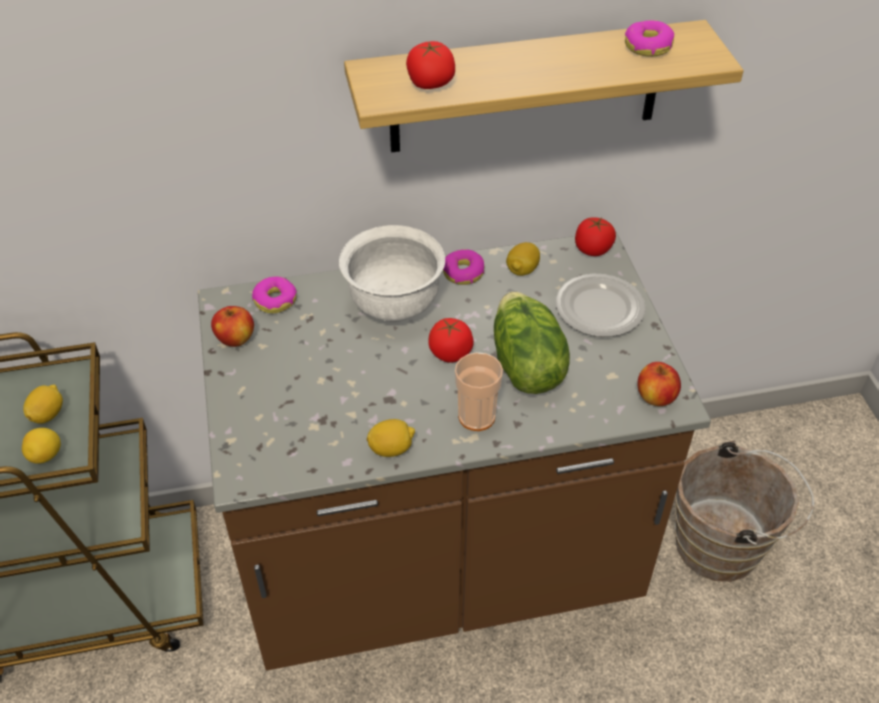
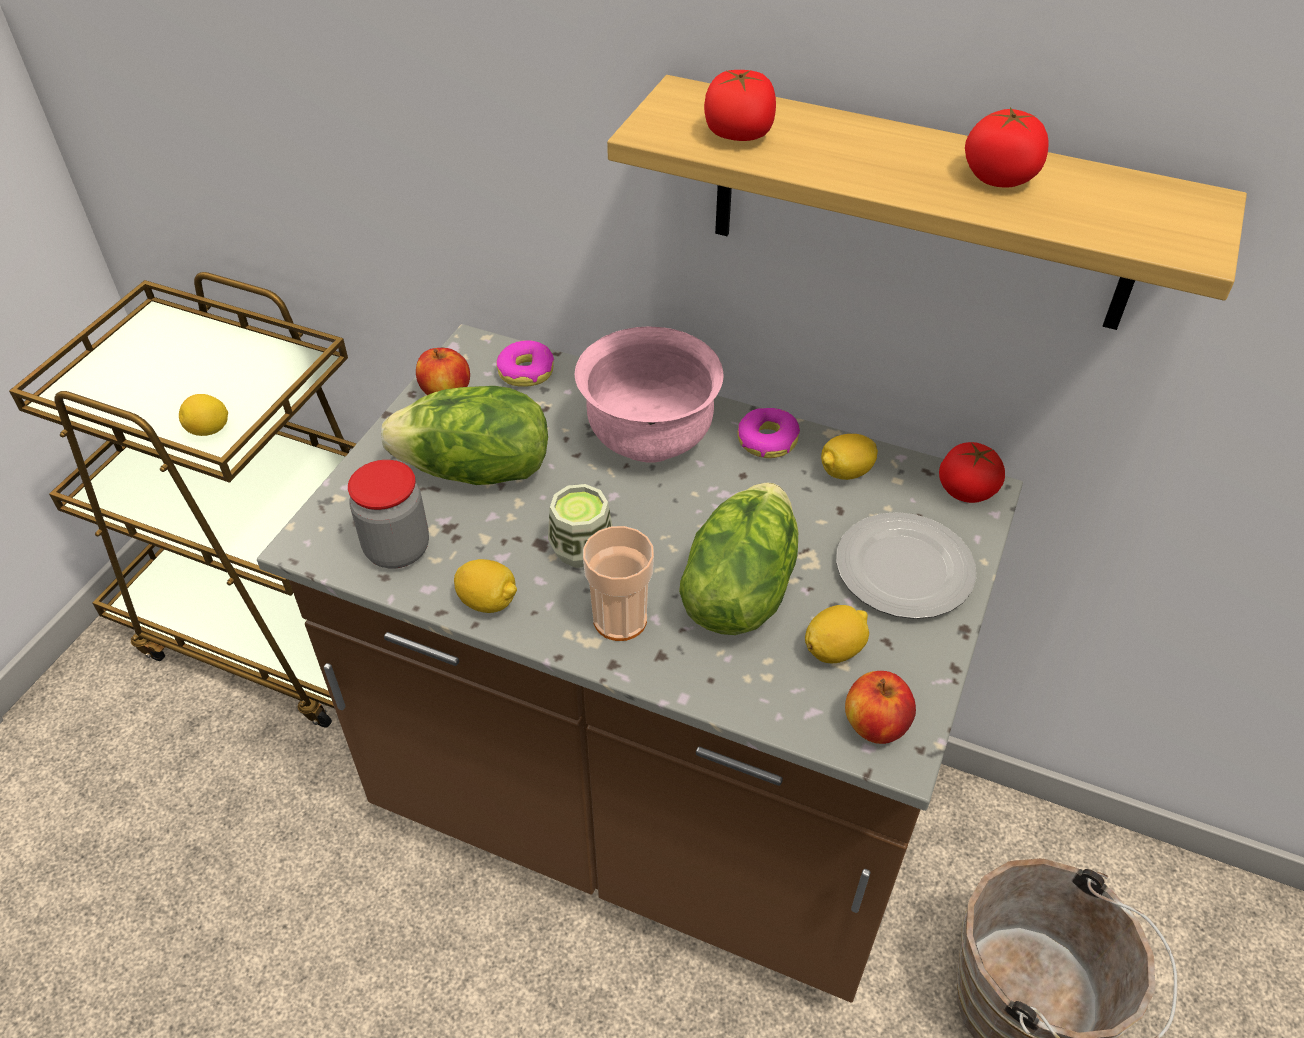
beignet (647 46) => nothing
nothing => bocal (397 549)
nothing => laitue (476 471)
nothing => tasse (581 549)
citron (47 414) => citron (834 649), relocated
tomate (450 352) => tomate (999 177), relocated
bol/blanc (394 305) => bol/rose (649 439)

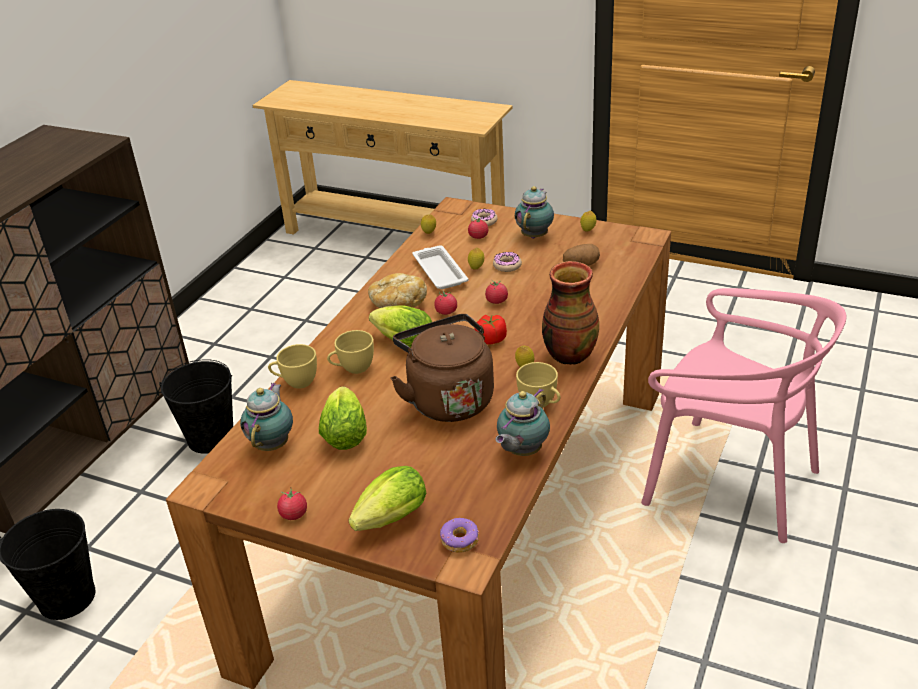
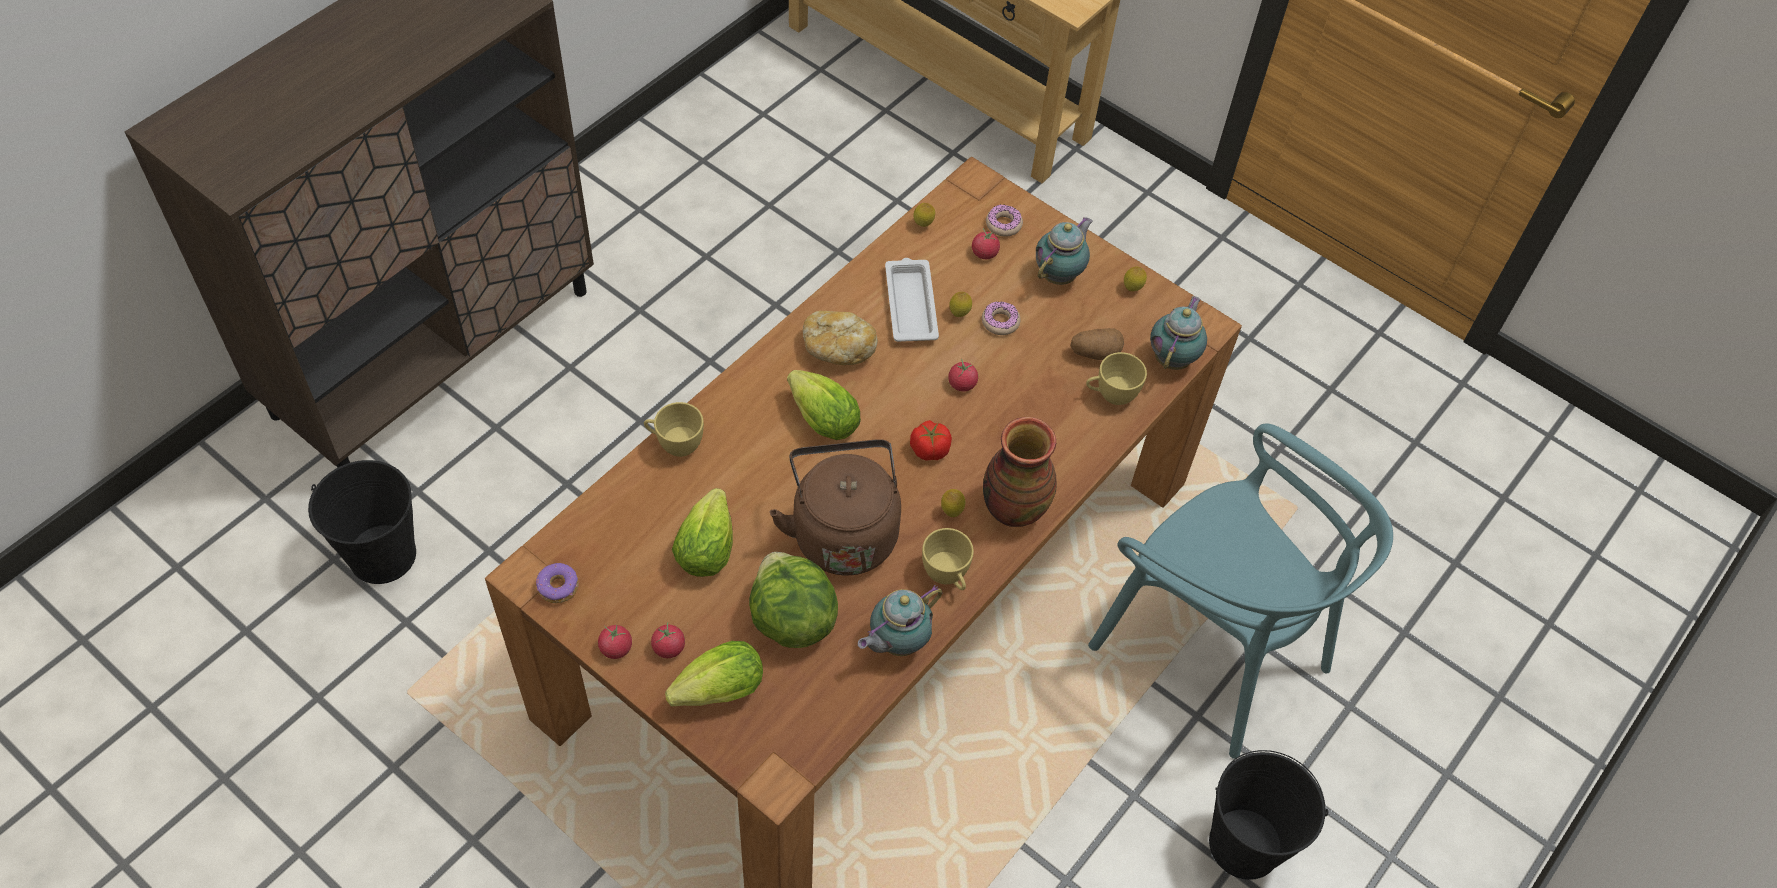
nothing => laitue (791 620)
seau/noir (211 438) => seau/noir (1244 845), relocated
théière (273 443) => théière (1173 358), relocated
tasse/jaune (353 369) => tasse/jaune (1111 395), relocated
tomate (446 312) => tomate (668 647), relocated
beignet (460 540) => beignet (558 587), relocated
chaise/rose (730 482) => chaise/turquoise (1212 649)

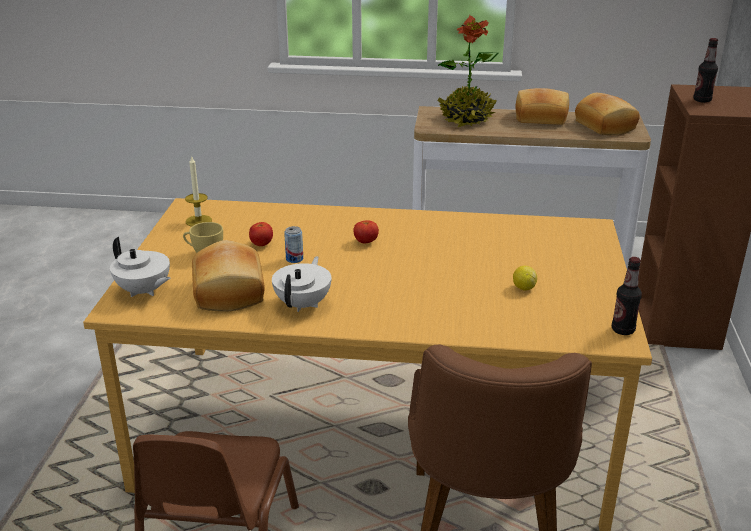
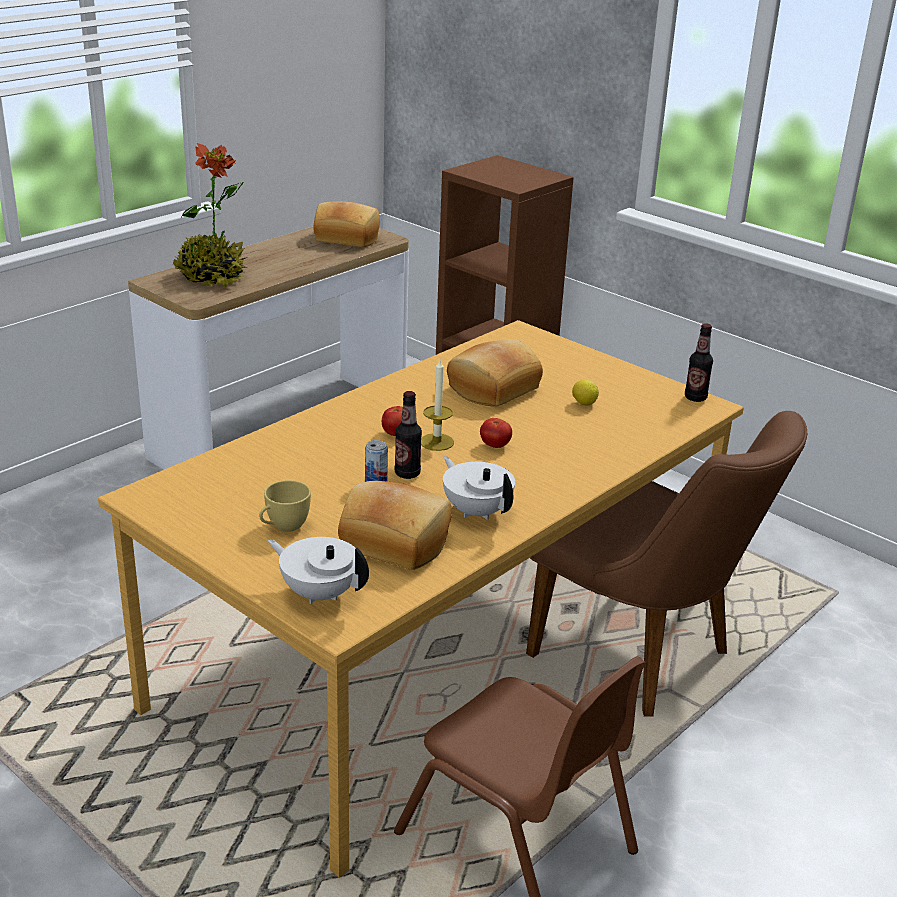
bougie (198 221) => bougie (436 442), relocated
tomate (261 244) => tomate (495 445), relocated
pain (540 118) => pain (492 388), relocated
bouteille (702 100) => bouteille (407 473), relocated
théière/blanc (144 291) => théière/blanc (319 593), 135 degrees counterclockwise

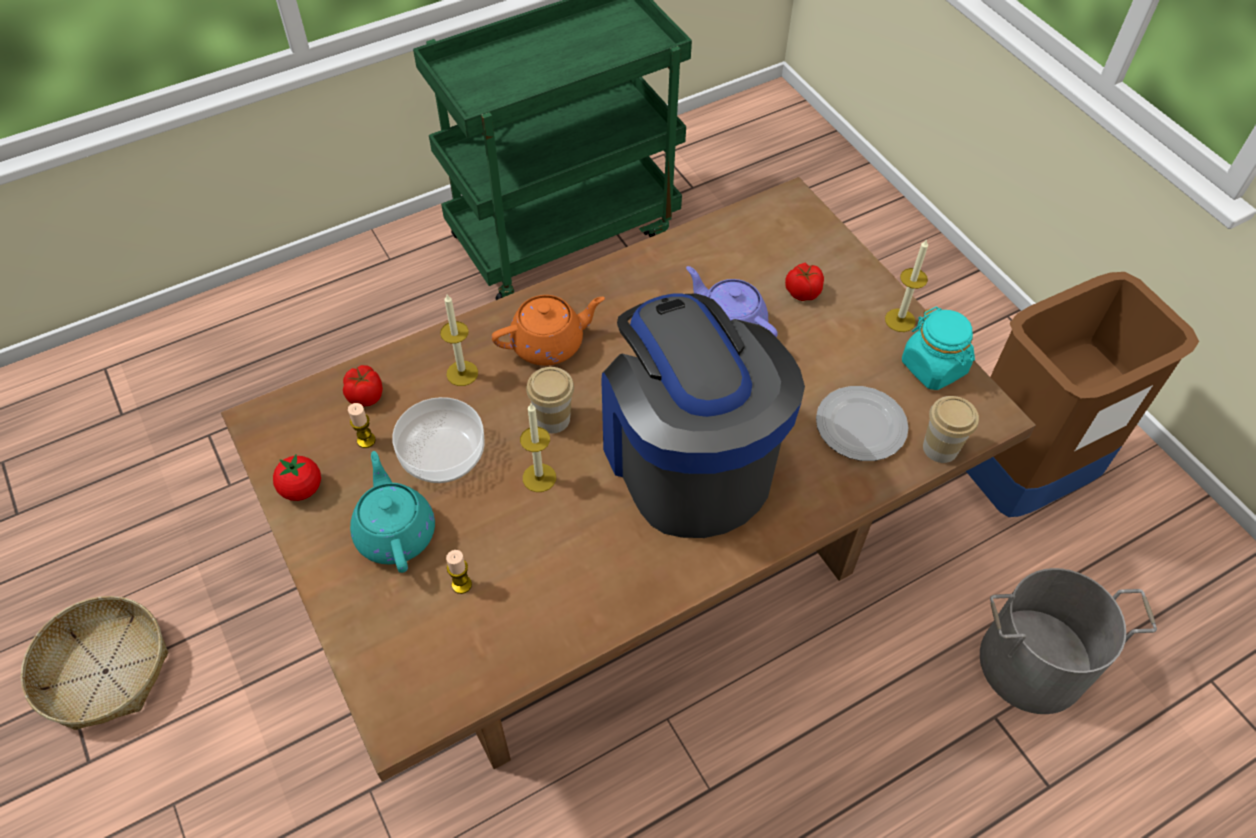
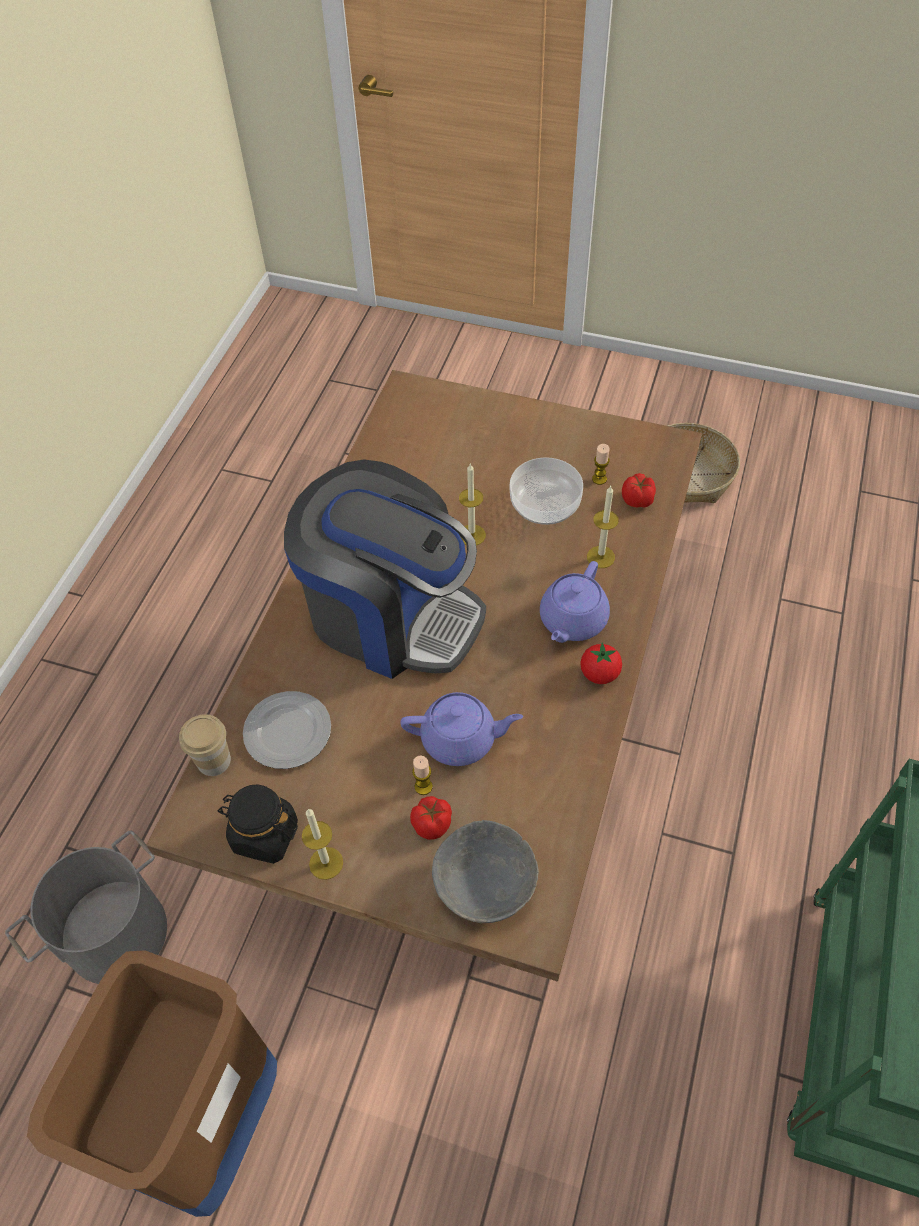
théière/turquoise (395 532) => nothing
tasse (553 419) => nothing
nothing => bol/gris (484 887)
tomate (302 489) => tomate (599 673), relocated
bougie (461 584) => bougie (423 786), relocated
théière/orange (549 344) => théière/violet (572 621)
bocal/turquoise (934 367) => bocal/noir (264 835)

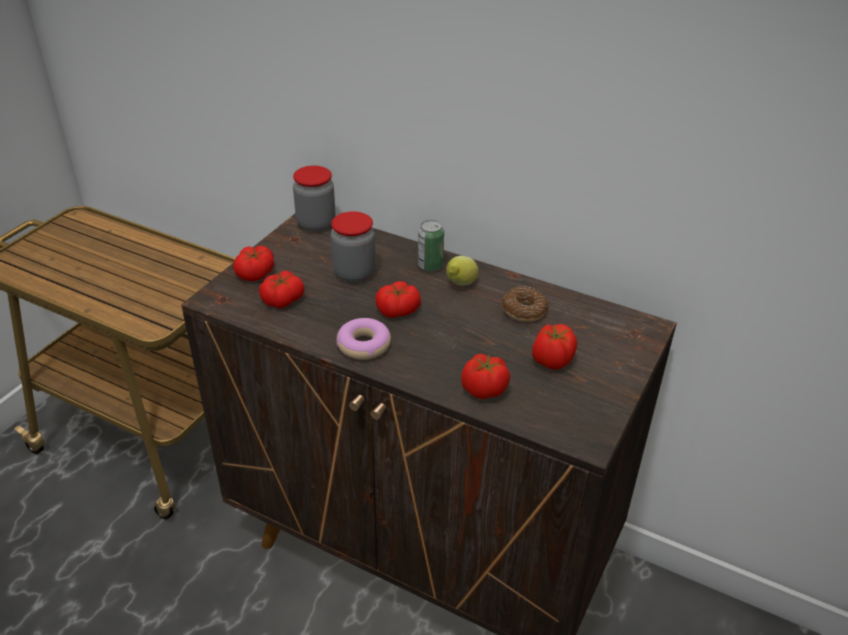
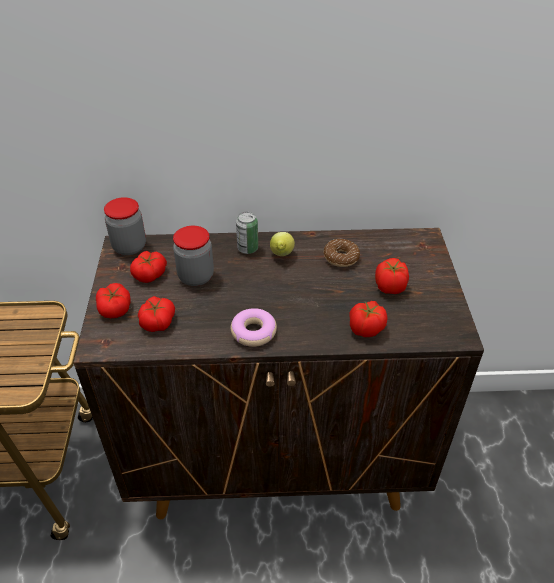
tomate (398 310) => tomate (150 274), relocated

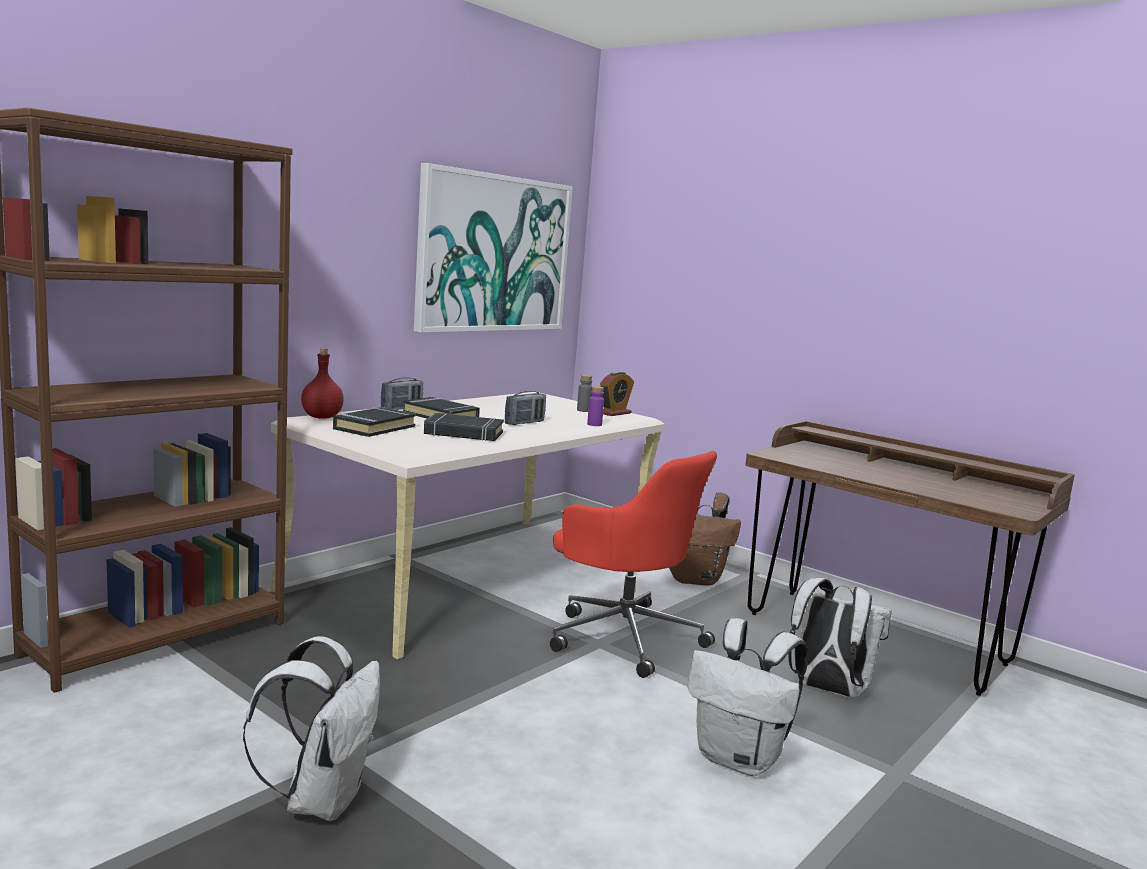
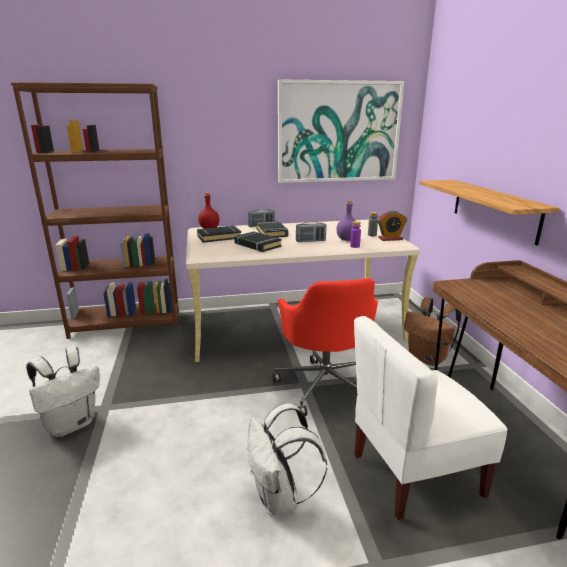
nothing => bouteille/violet (347 239)
nothing => étagère (494 209)
sac à dos/blanc (826 690) => chaise/blanc (414 474)

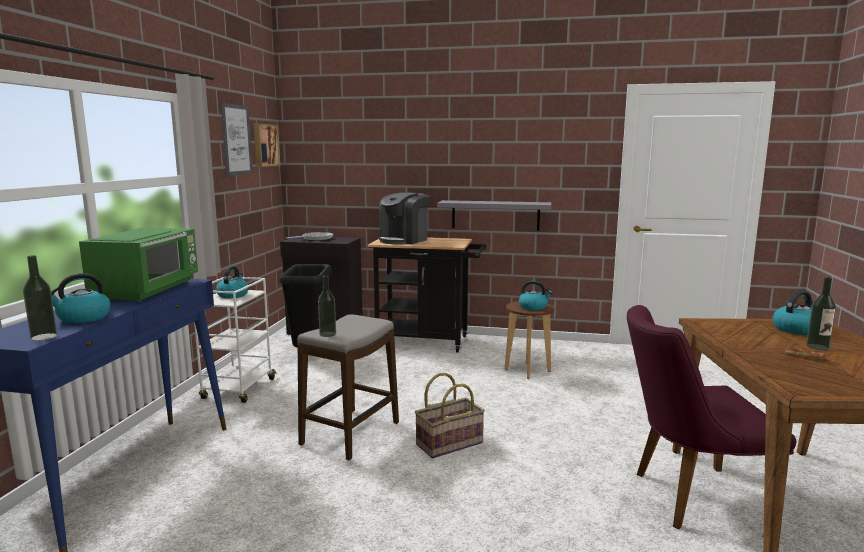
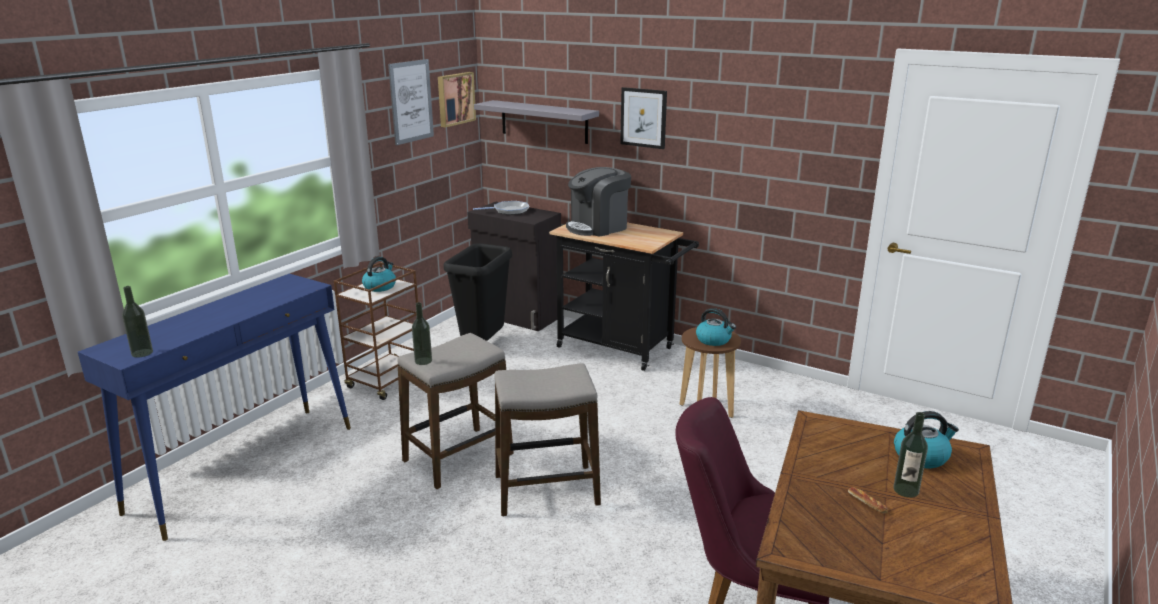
bouilloire (83 318) => nothing
micro-ondes/vert (148 290) => nothing
nothing => tableau (643 118)
étagère/gris (495 215) => étagère/gris (544 121), relocated
panier (449 443) => tabouret (546 490)
chariot/blanc (238 389) => chariot/marron (387 382)

